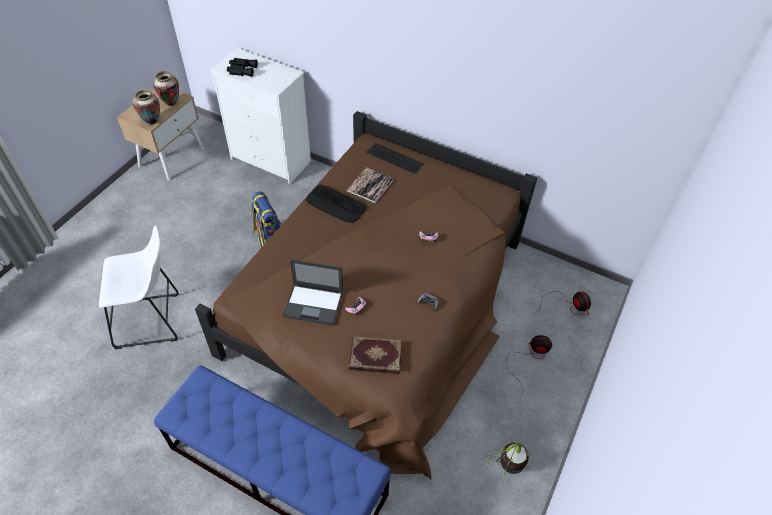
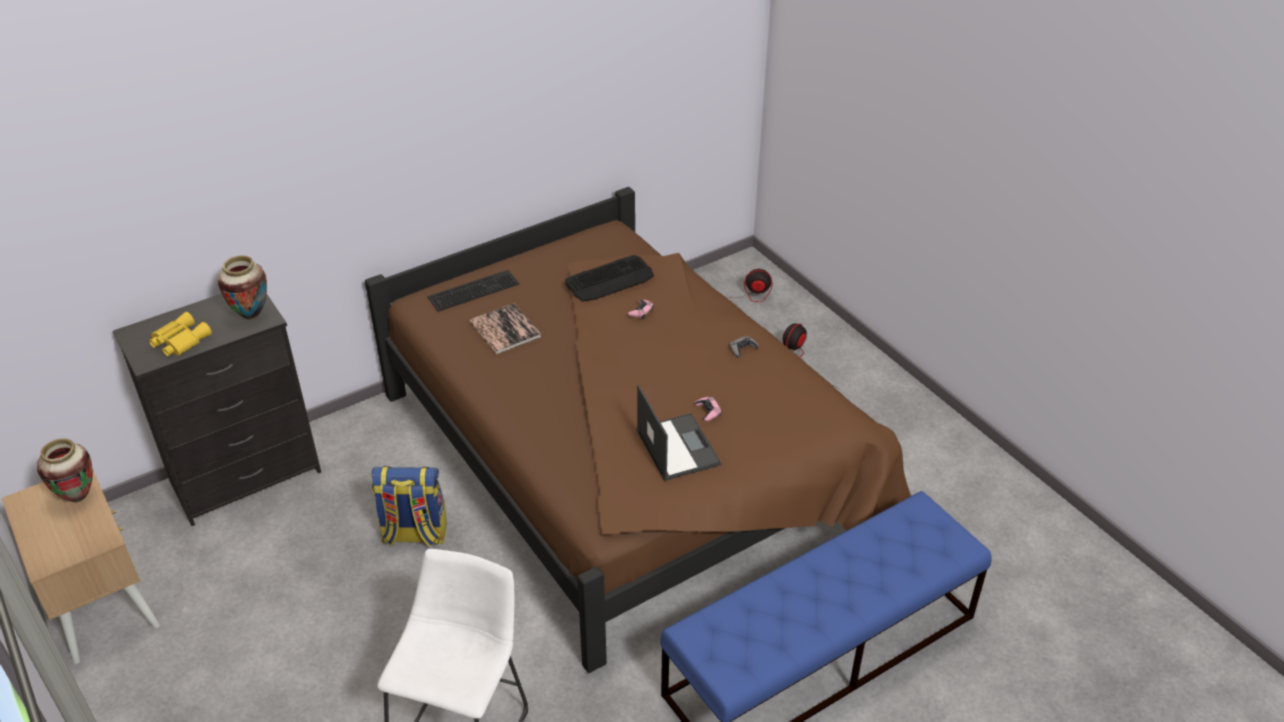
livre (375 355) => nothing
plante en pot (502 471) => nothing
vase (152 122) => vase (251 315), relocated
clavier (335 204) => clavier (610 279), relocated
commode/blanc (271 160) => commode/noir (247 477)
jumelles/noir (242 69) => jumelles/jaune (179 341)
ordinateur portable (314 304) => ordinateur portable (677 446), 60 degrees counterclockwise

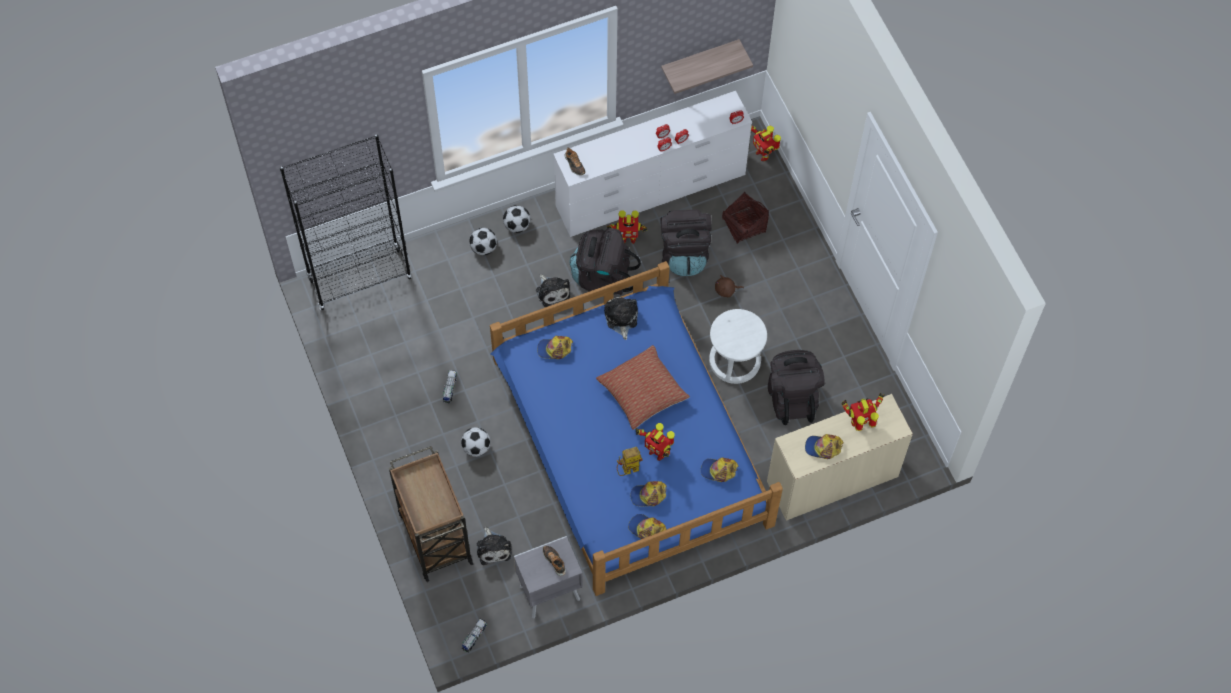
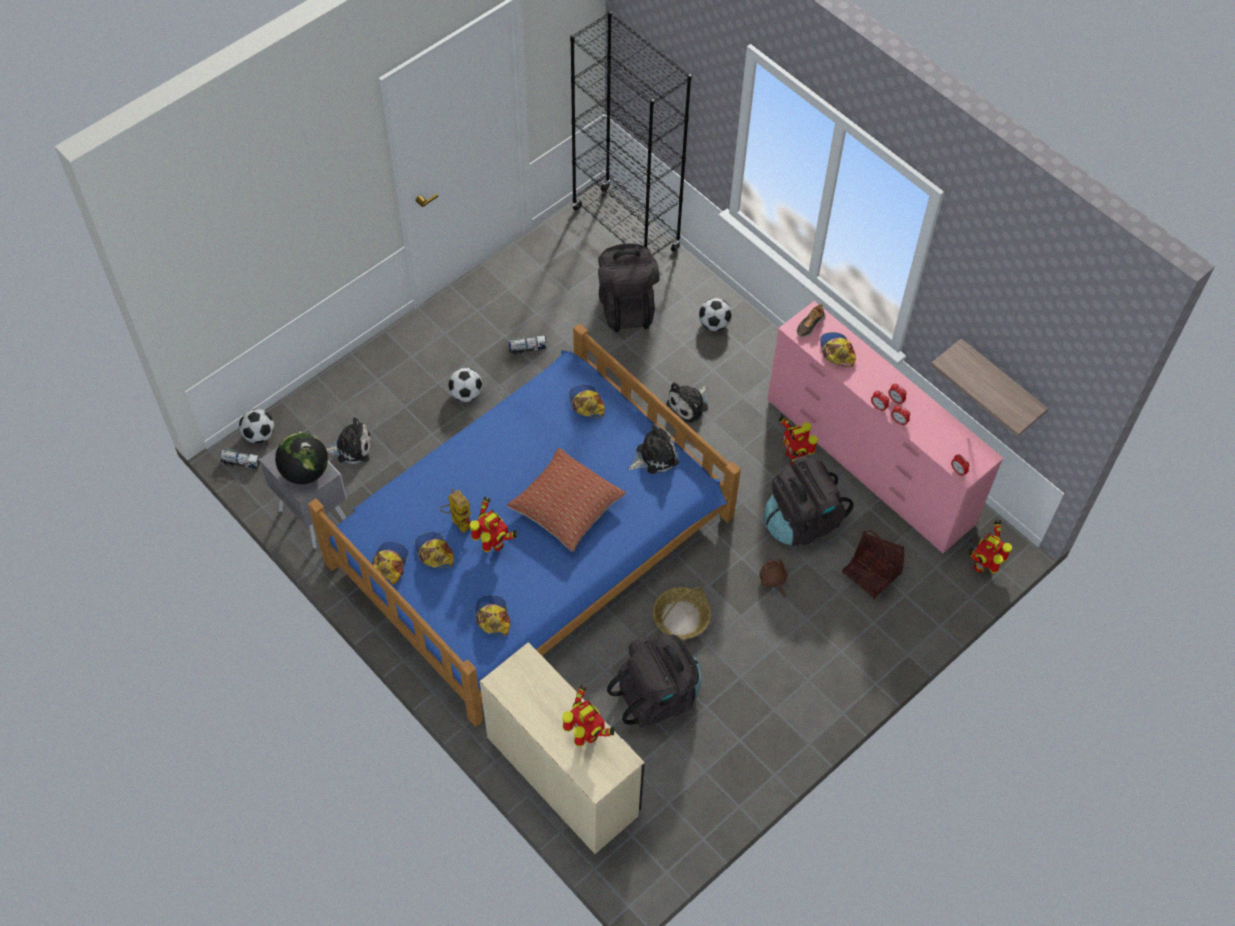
chariot/marron (434 536) => nothing
ballon de foot (517 226) => ballon de foot (259 435), relocated
sac à dos/noir (602 276) => sac à dos/noir (626 306), relocated
casquette (823 447) => casquette (836 351), relocated
chaussure (554 561) => globe (305 472)
tabouret/blanc (735 361) => panier (681 618)
commode/blanc (651 191) => commode/rose (869 462)
peluche (493 548) => peluche (351 447), 150 degrees counterclockwise
robot jouet (657 452) => robot jouet (493 544), 120 degrees clockwise

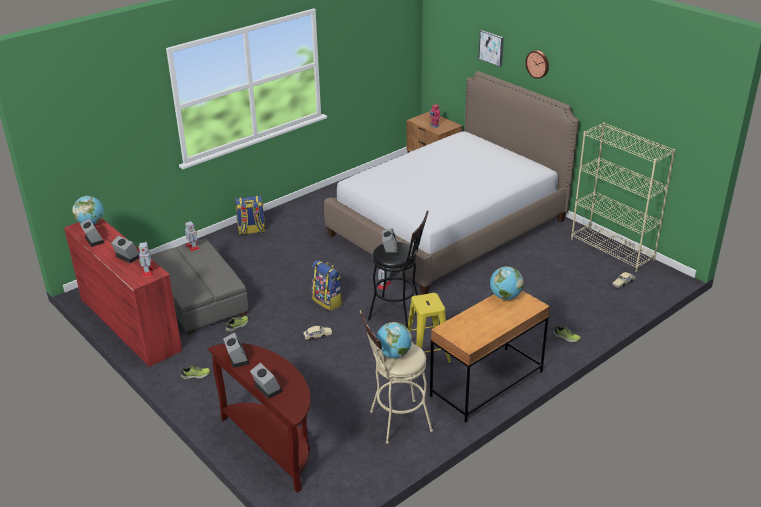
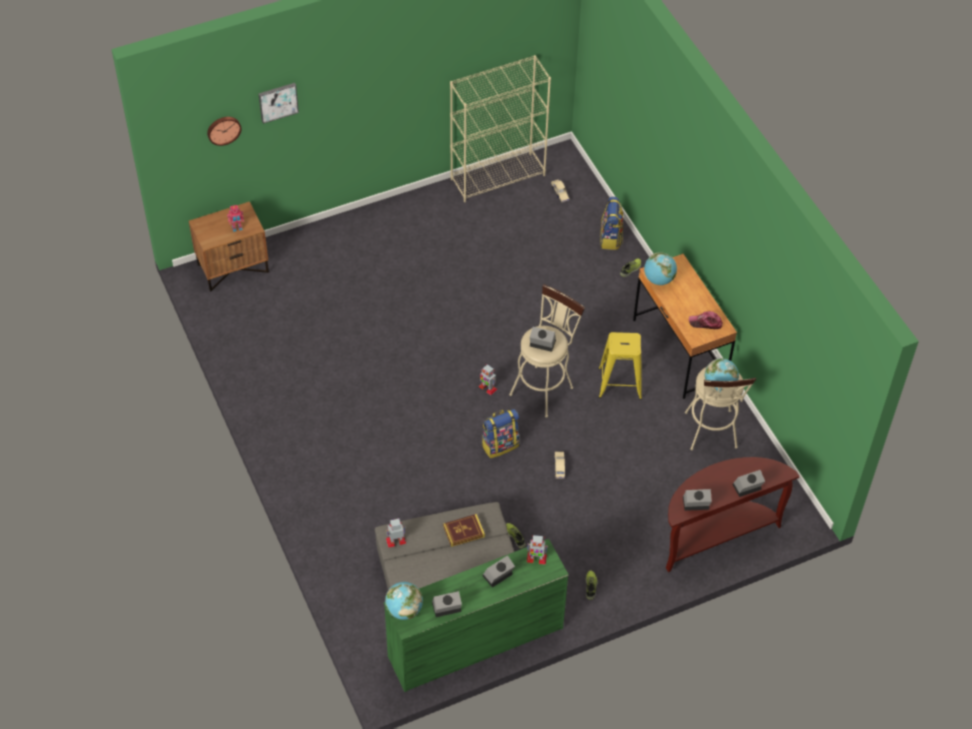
lit (448 227) => nothing
nothing => livre (464 531)
nothing => casquette (705 323)
sac à dos (251 231) => sac à dos (611 238), relocated
horloge murale (538 64) => horloge murale (223 129), relocated
commode/rouge (130 324) => commode/vert (474 642)
tabouret/noir (399 313) => tabouret/beige (544 387)

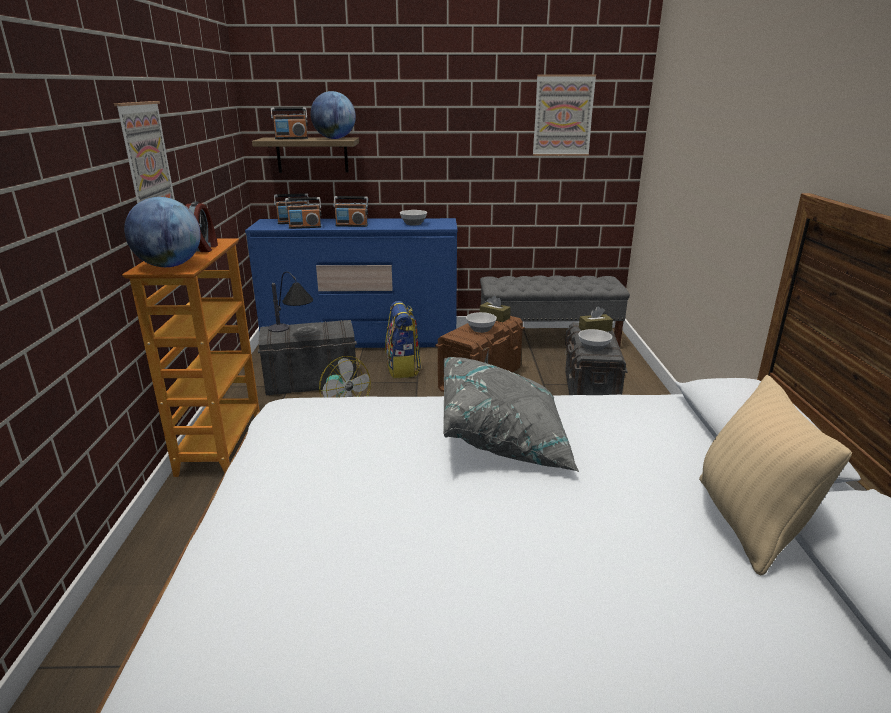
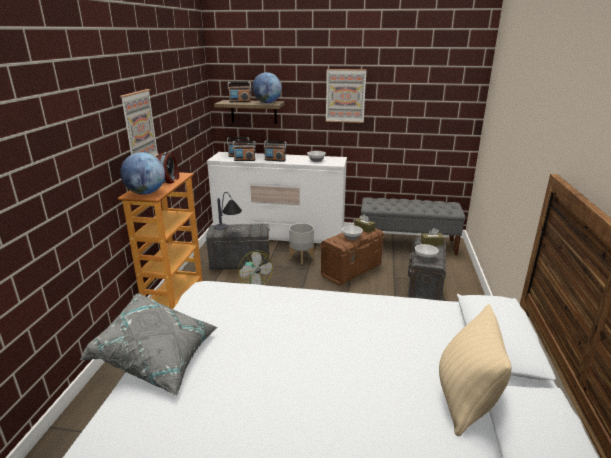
coussin/gris (504 439) => coussin/gris (159 359), relocated
tableau (563 115) => tableau (345 96), relocated
sac à dos (403 369) => cache-pot/gris (301 258)
commode/bleu (362 340) => commode/blanc (280 235)

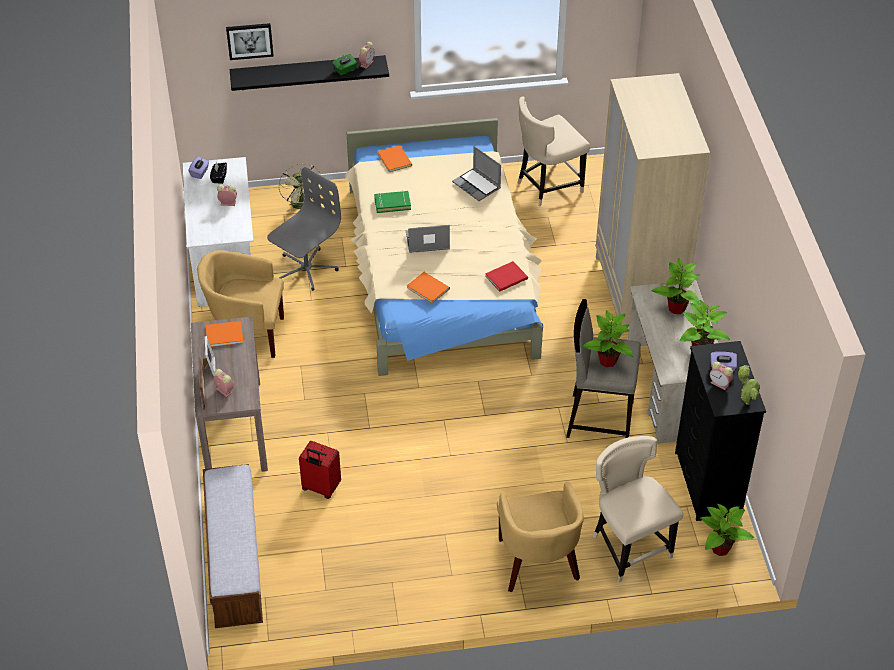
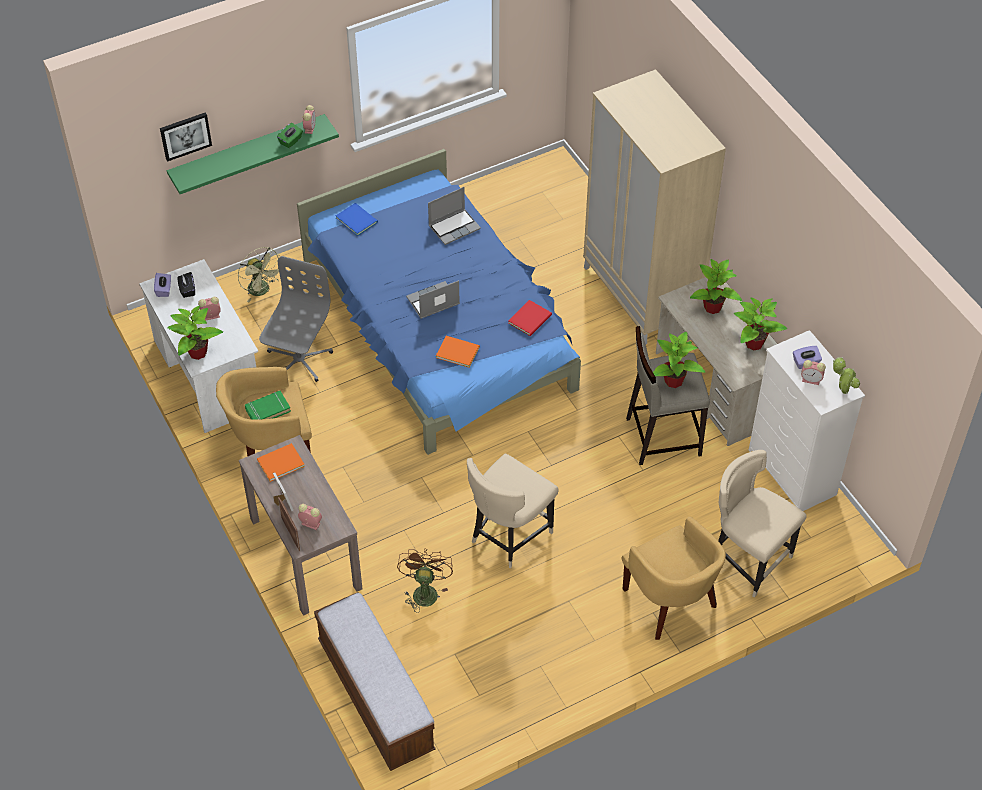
livre/vert (392 204) => livre/vert (267 410), relocated
chaise/beige (547 186) => chaise/beige (508 536), relocated
plante en pot (719 548) => plante en pot (197 352), relocated
valise/rouge (320 488) => ventilateur/marron (424 591)
étagère/noir (308 72) => étagère/vert (248 152)
lit/beige (441 272) => lit/bleu (438 326)
livre/orange (395 159) => livre/bleu (356 219)
commode/noir (707 484) => commode/blanc (792 473)
ordinateur portable (477 185) => ordinateur portable (454 227), 60 degrees counterclockwise

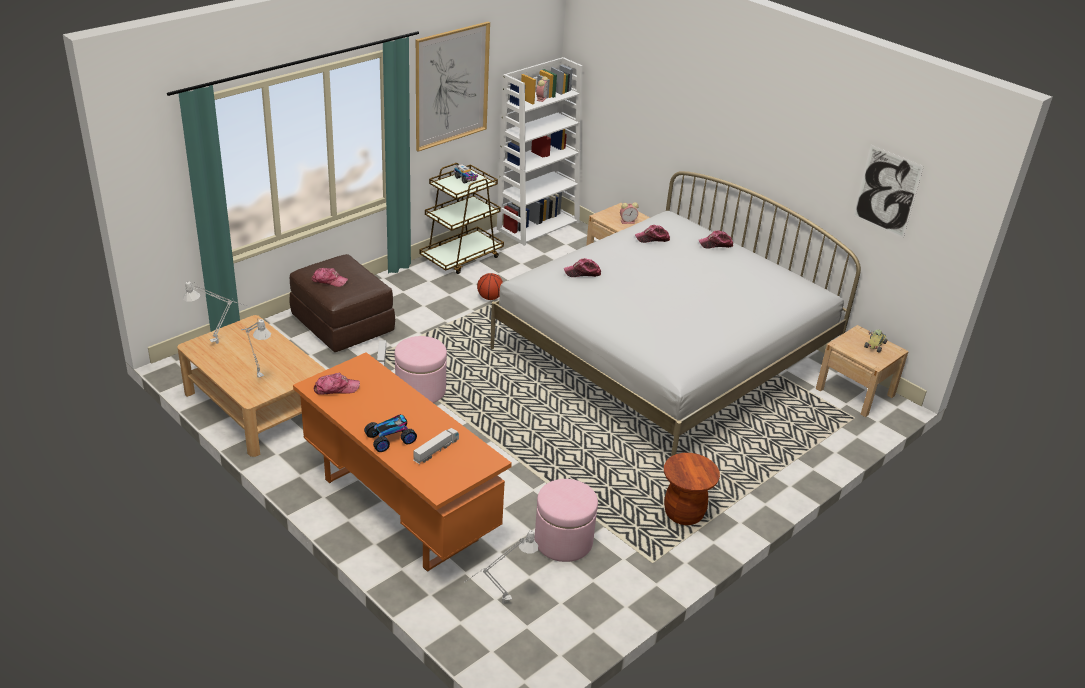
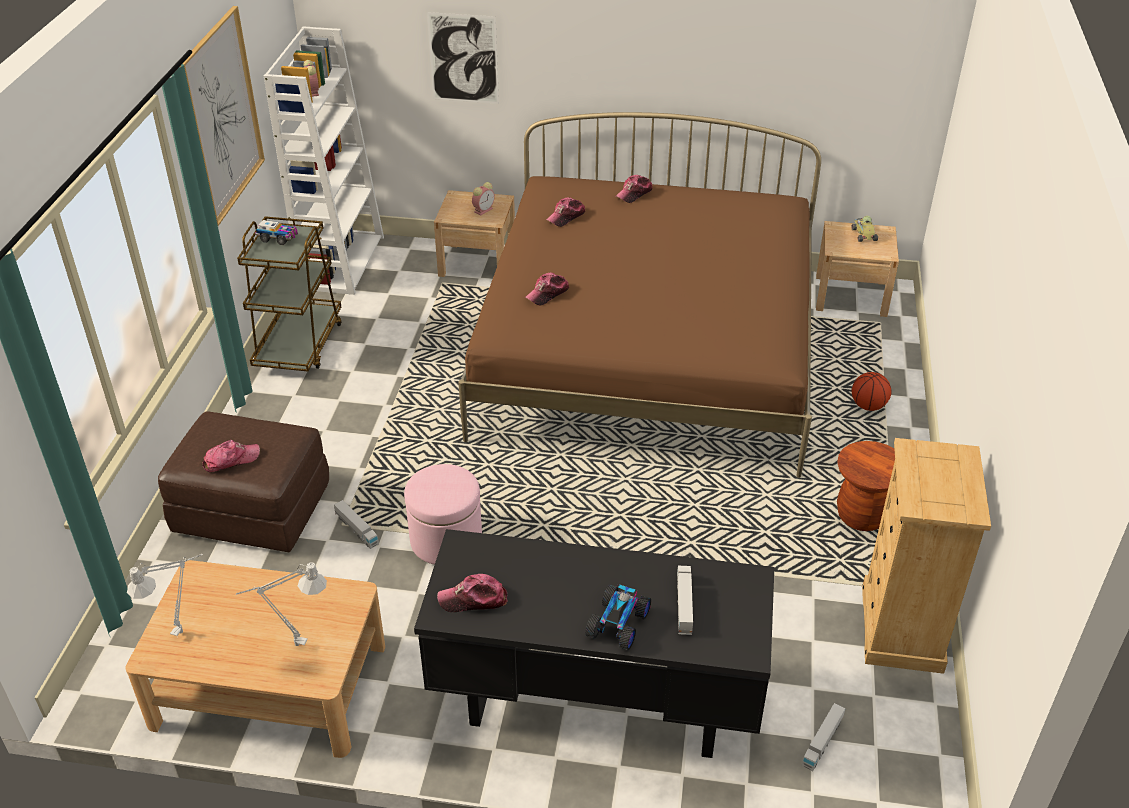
pouf/rose (563 541) => nothing
nothing => commode/beige (902 628)
ballon de basket (490 297) => ballon de basket (868 406), relocated
tableau (887 191) => tableau (463 58), relocated
lampe de table/gris (498 604) => camion jouet (822 742)
bureau/orange (398 509) => bureau/noir (594 705)
lit/blanc (664 356) => lit/marron (648 351)
casquette (336 388) => casquette (473 599), 135 degrees counterclockwise

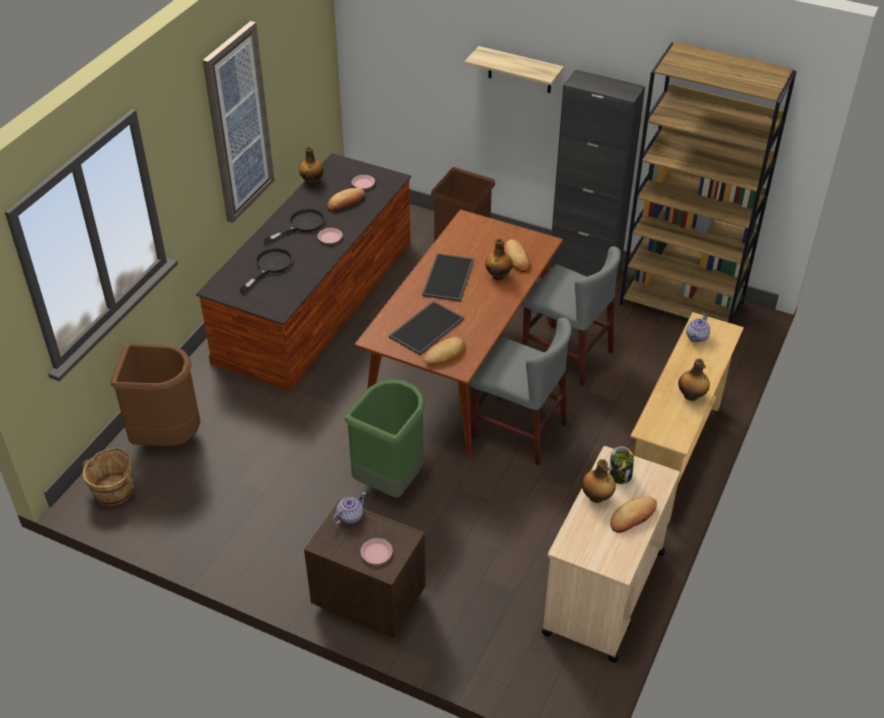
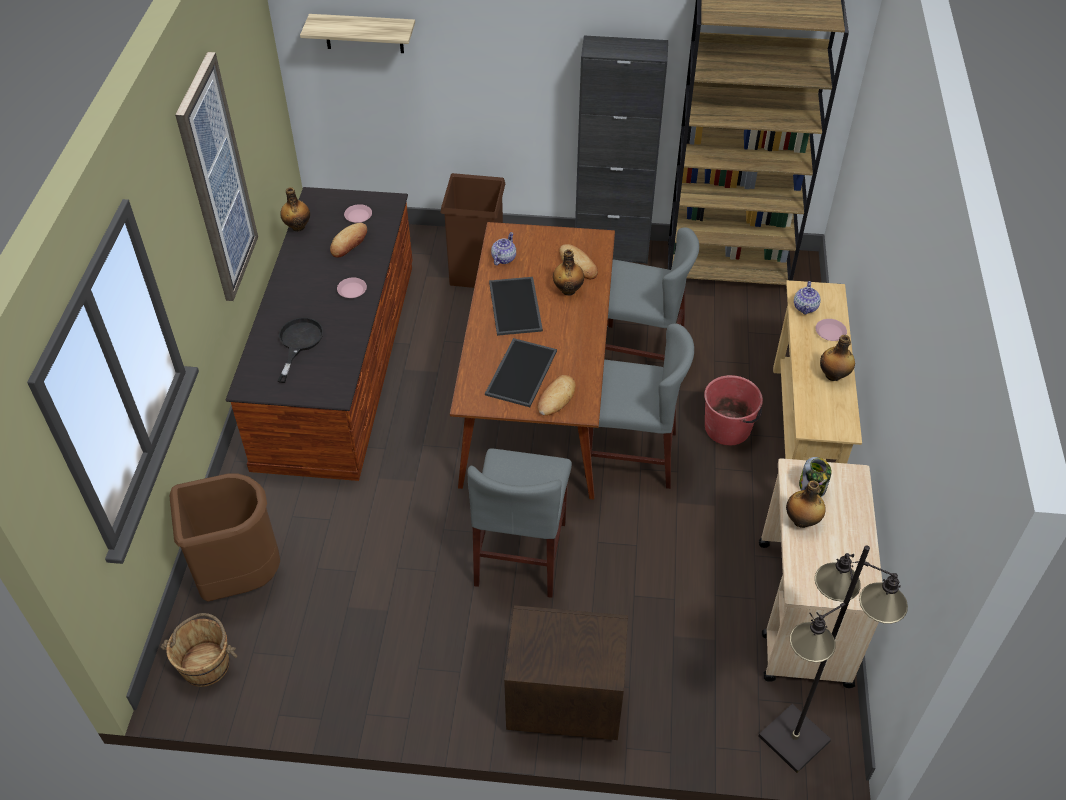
poêle/noir (301 225) => nothing
pain (633 517) => nothing
nothing => seau/rouge (728 428)
nothing => lampadaire/noir (794 740)
théière (349 517) => théière (503 258), relocated
assiette/rose (376 553) => assiette/rose (830 332), relocated
étagère (520 70) => étagère (363 33), relocated
poubelle/vert (390 480) => chaise/gris (521 553)

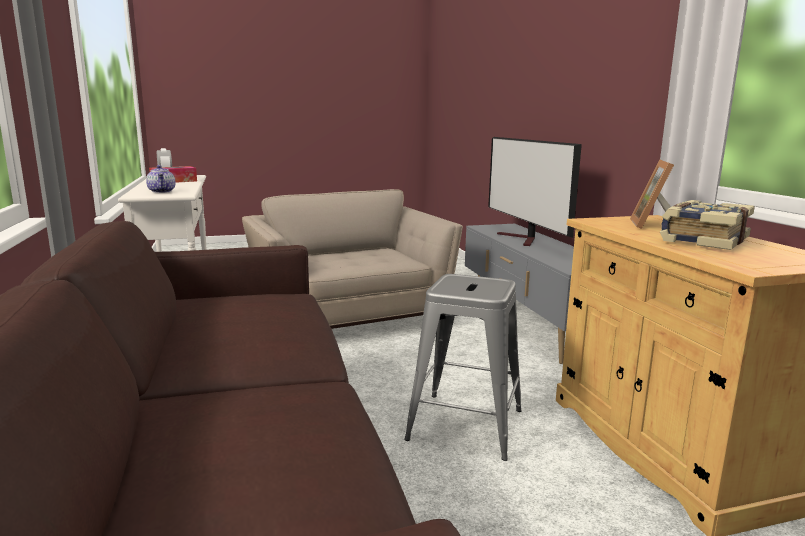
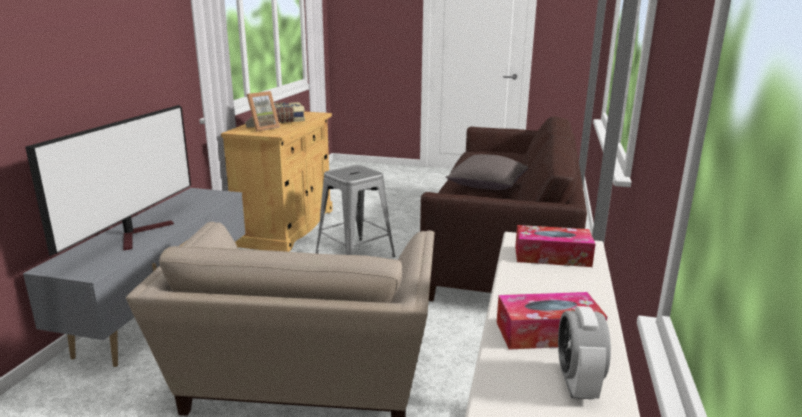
nothing => coussin/gris (486 186)
théière (162 191) => boîte à mouchoirs (552 256)

